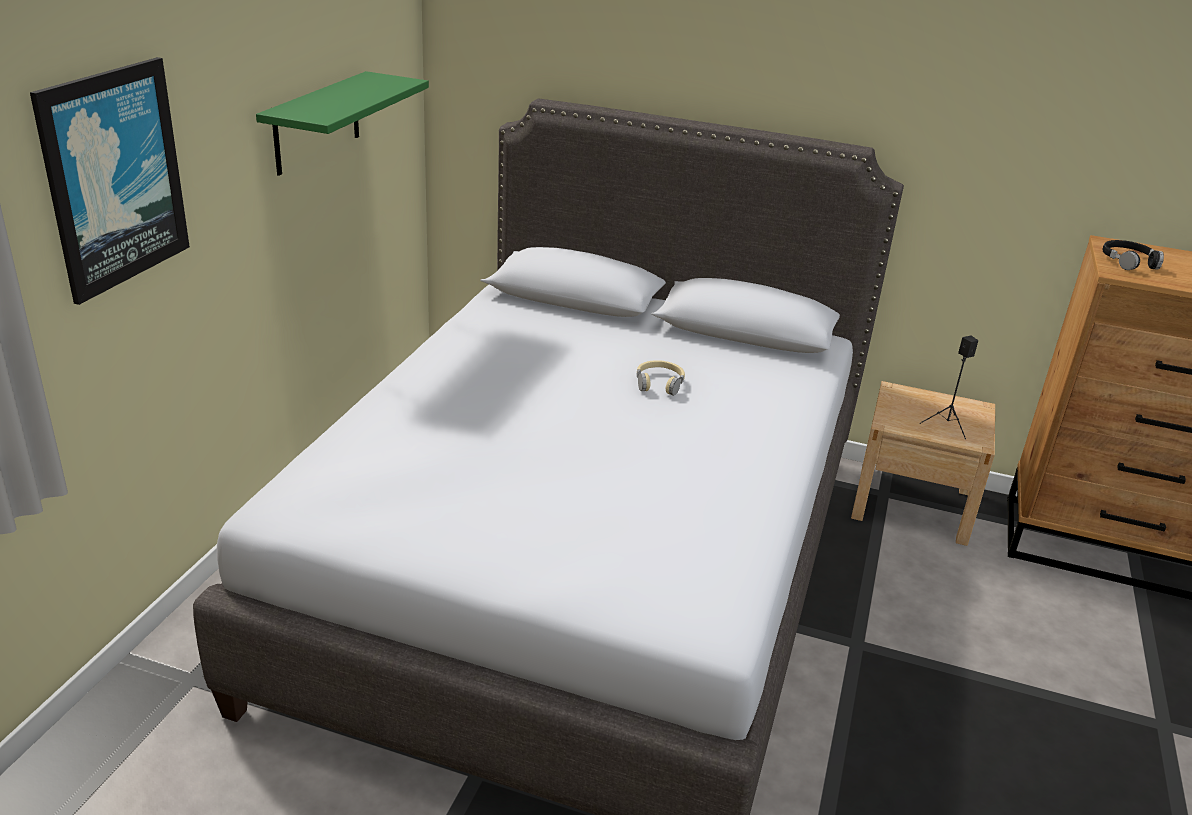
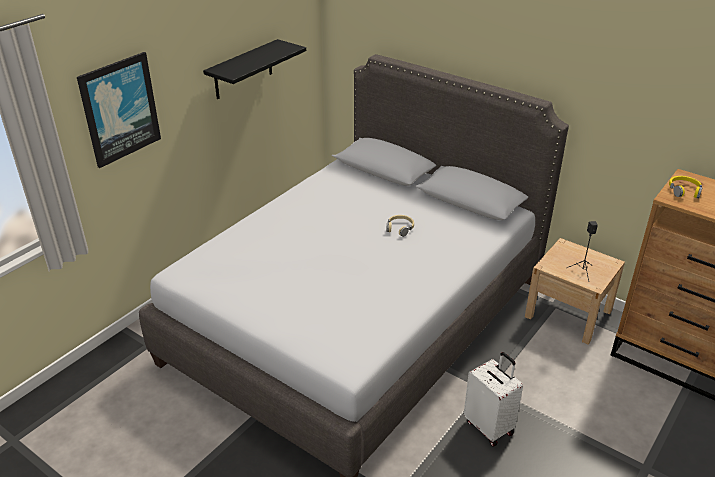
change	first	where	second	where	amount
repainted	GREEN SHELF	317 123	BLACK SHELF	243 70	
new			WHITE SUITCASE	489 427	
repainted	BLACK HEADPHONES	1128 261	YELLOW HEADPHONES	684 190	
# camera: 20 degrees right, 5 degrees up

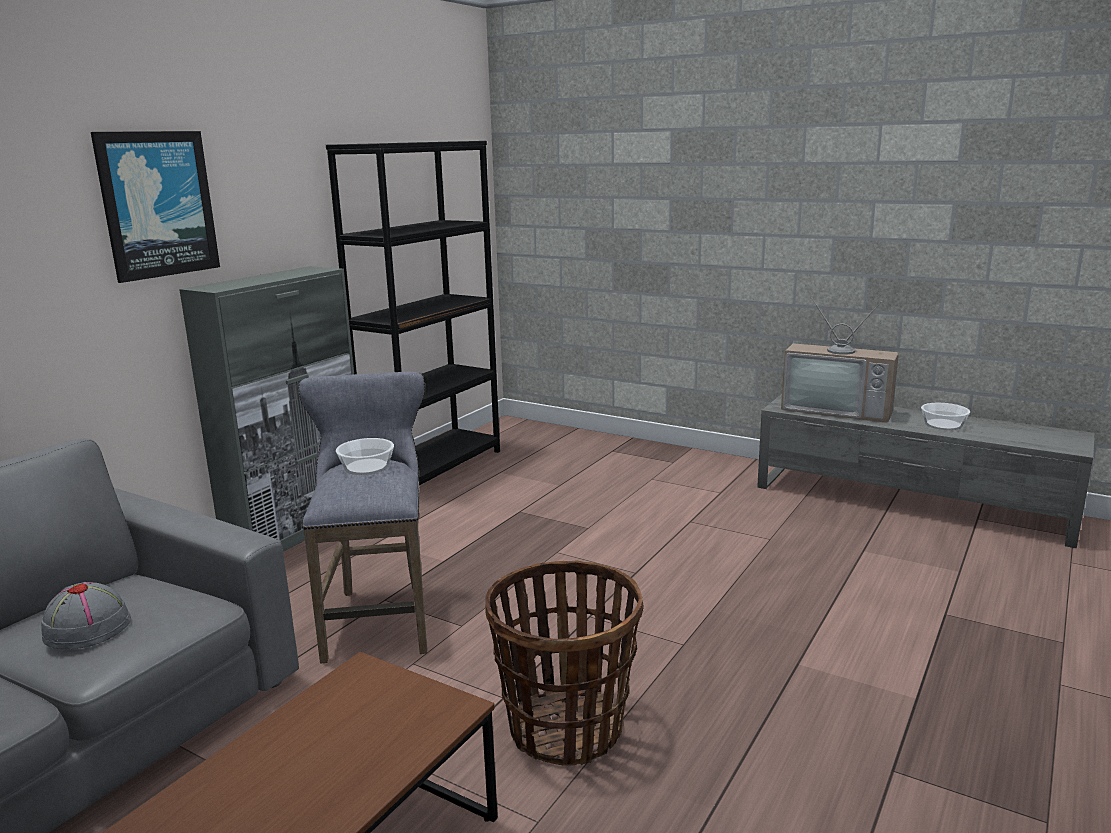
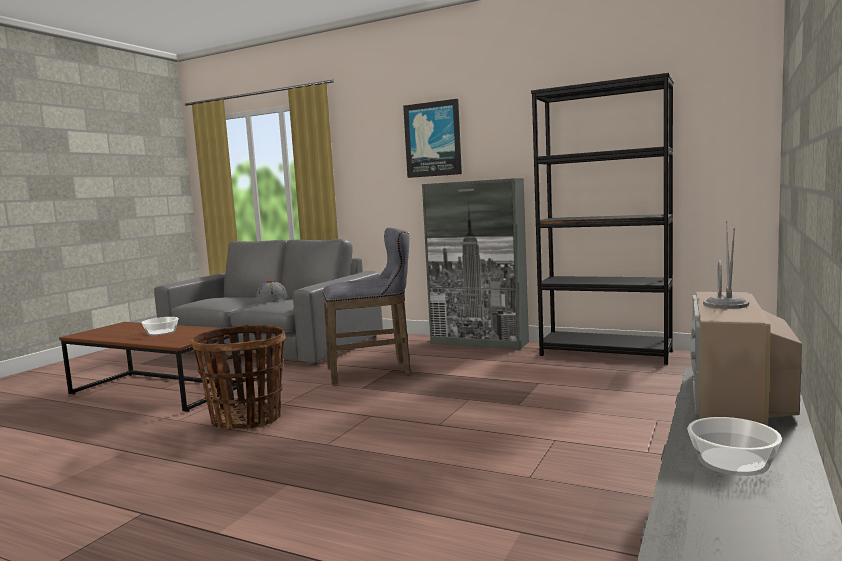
change	first	where	second	where	amount
shifted	BOWL	367 467		161 332	
# camera: 85 degrees right, 10 degrees down

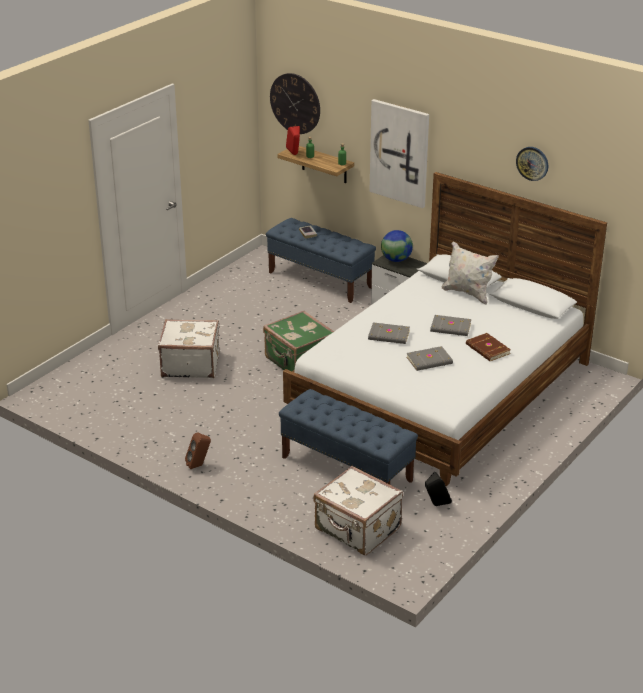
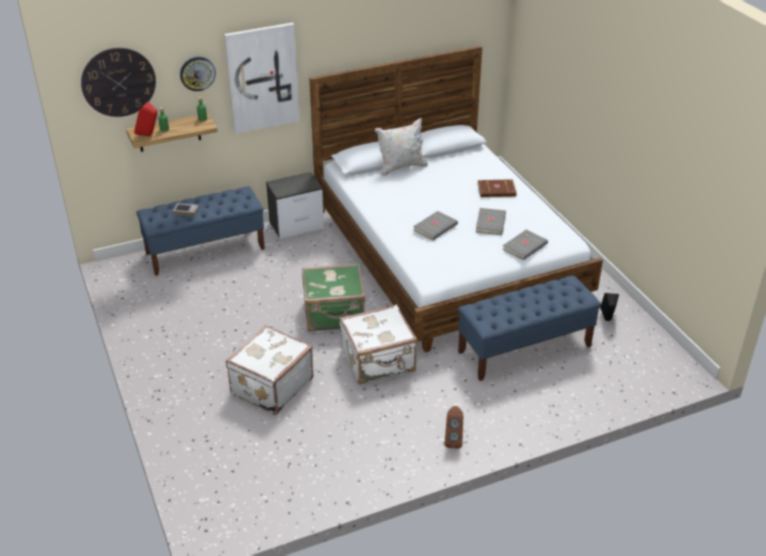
change	first	where	second	where	amount
shifted	WALL CLOCK	532 163		197 73	
shifted	WHITE SUITCASE	357 530		379 362	
shifted	GREY BOOK	450 328		525 247	
gone	GLOBE	396 260			
# camera: 60 degrees left, 5 degrees up

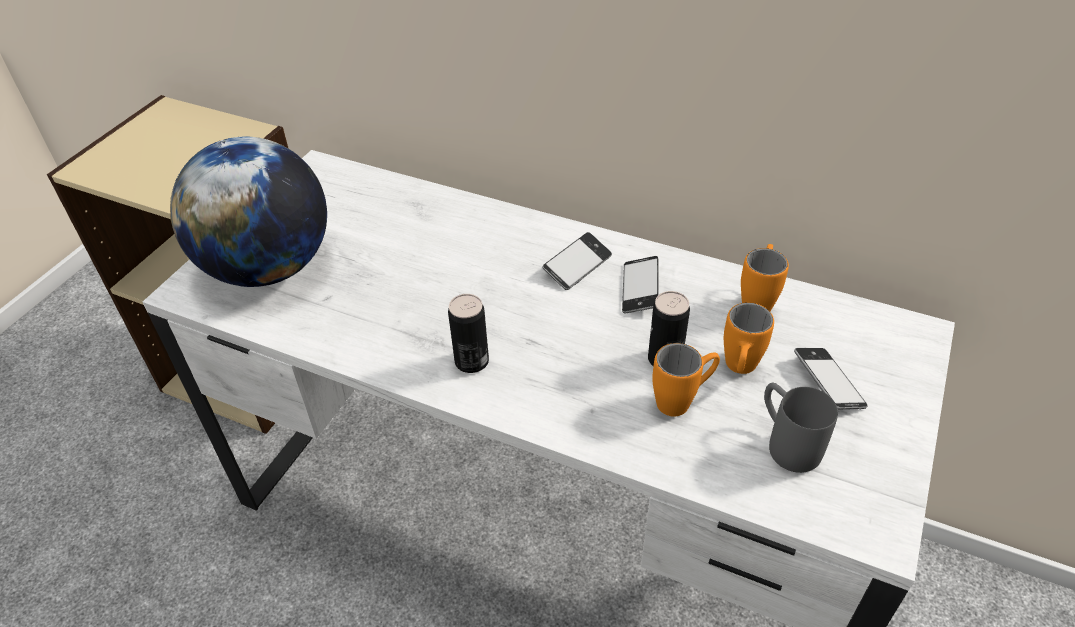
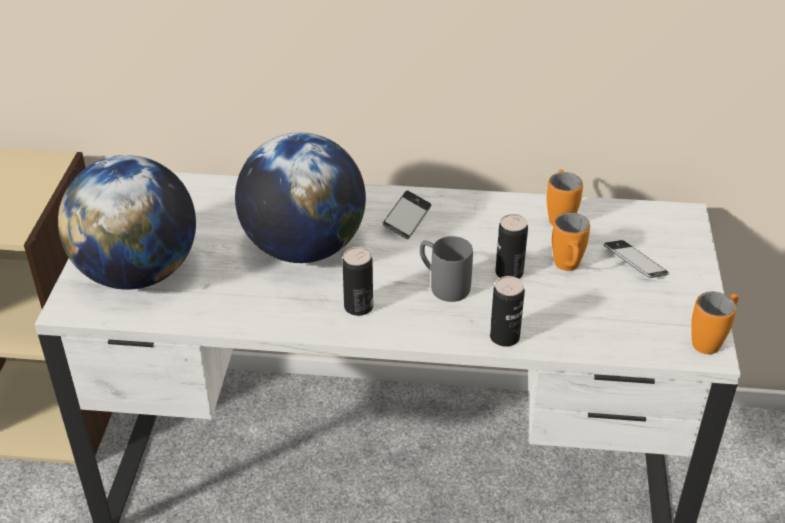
change	first	where	second	where	amount
new			GLOBE	304 248	
shifted	GREY MUG	785 442		443 285	
new			CAN	504 337	
shifted	ORANGE MUG	682 400		711 340	
gone	PHONE	640 289			
# camera: 20 degrees left, 5 degrees down

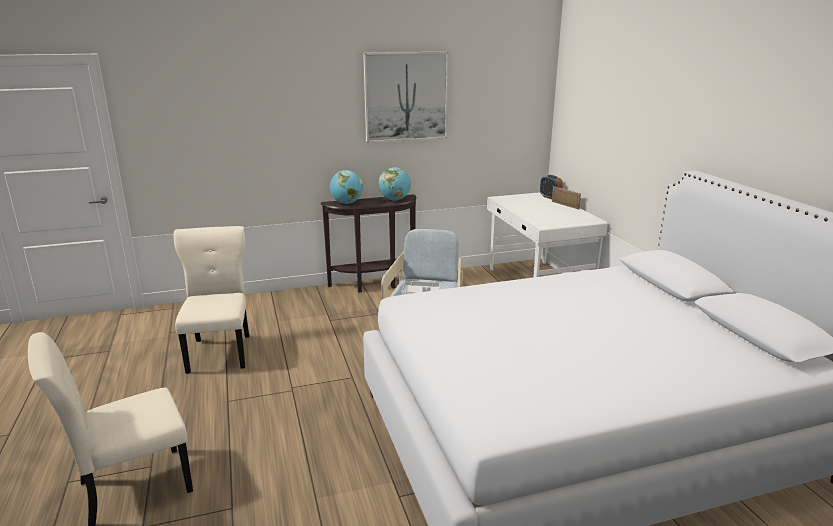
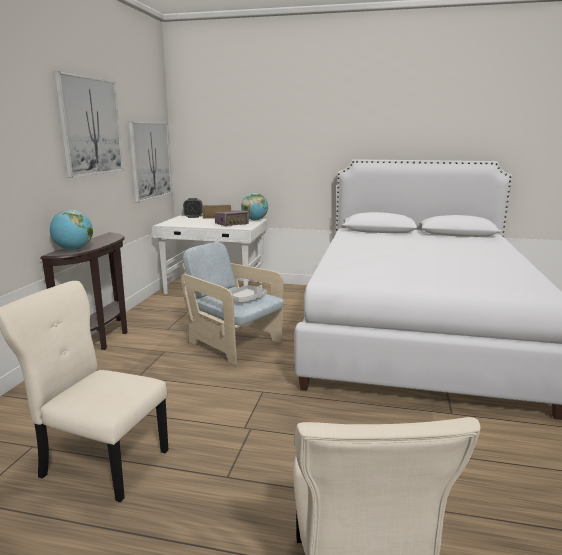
change	first	where	second	where	amount
new			PICTURE	150 160	
new			RADIO	232 224	
shifted	GLOBE	395 199		254 220	
# camera: 60 degrees left, 5 degrees down

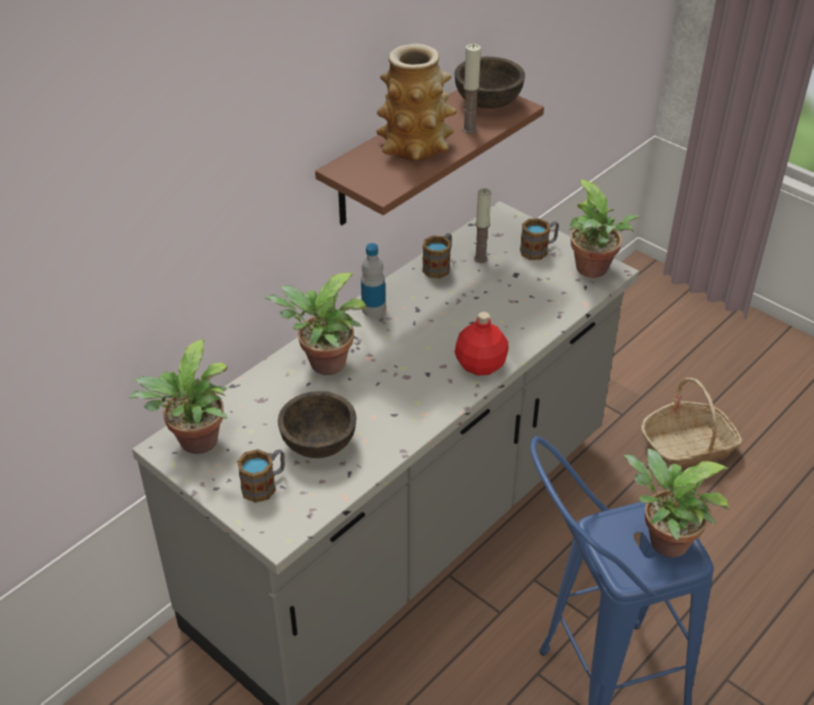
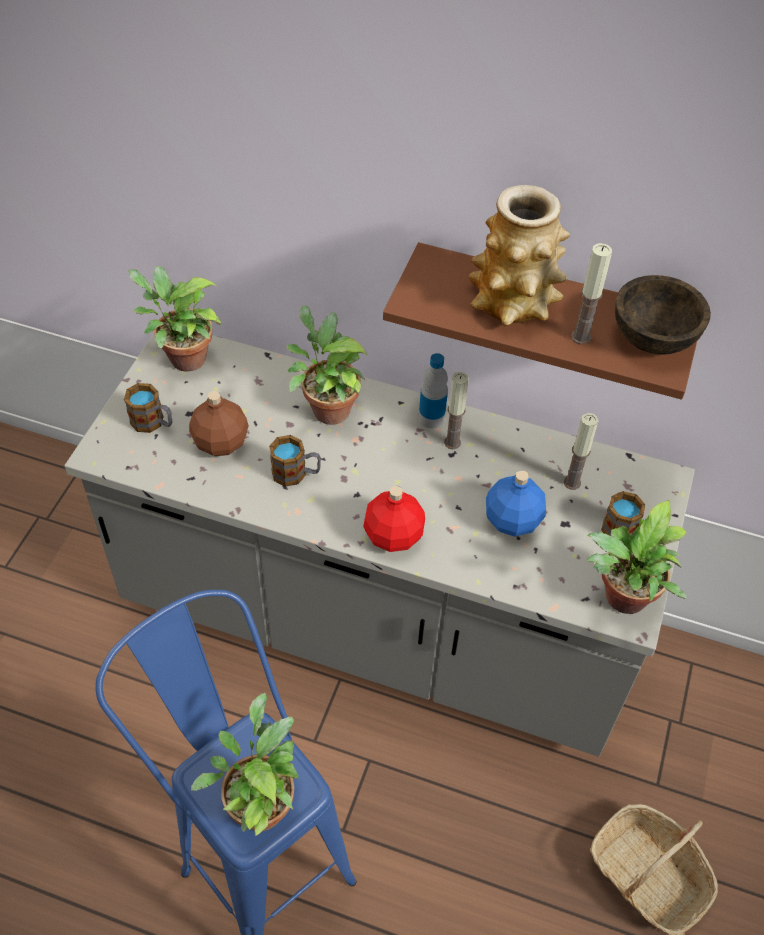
change	first	where	second	where	amount
swapped	BROWN BOWL	318 443	BROWN BOTTLE	220 442	
shifted	MUG	439 266		296 473	
new			CANDLE	452 442	
new			BLUE BOTTLE	512 521	
# camera: 65 degrees right, 10 degrees up

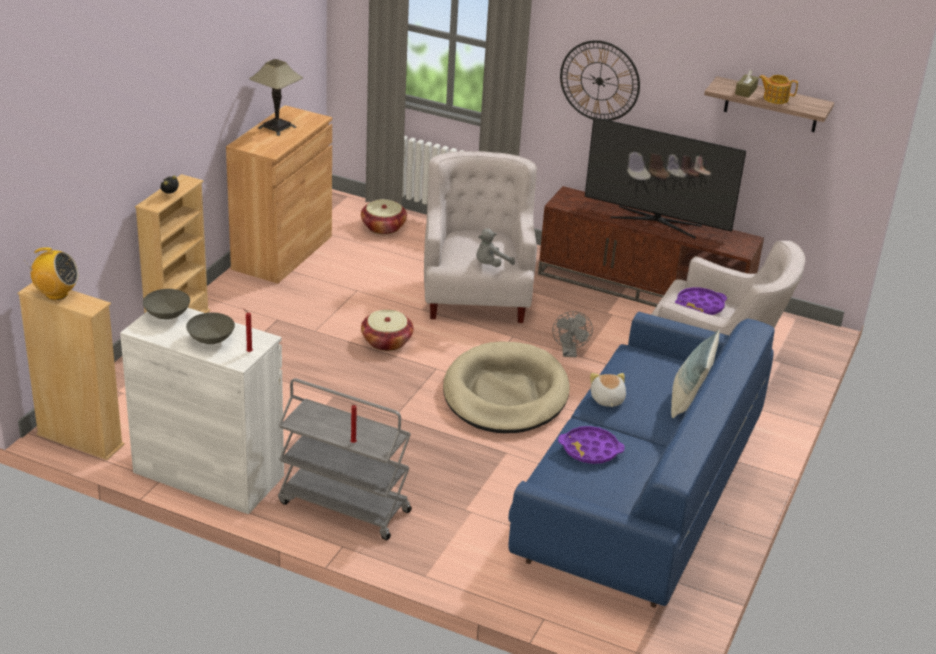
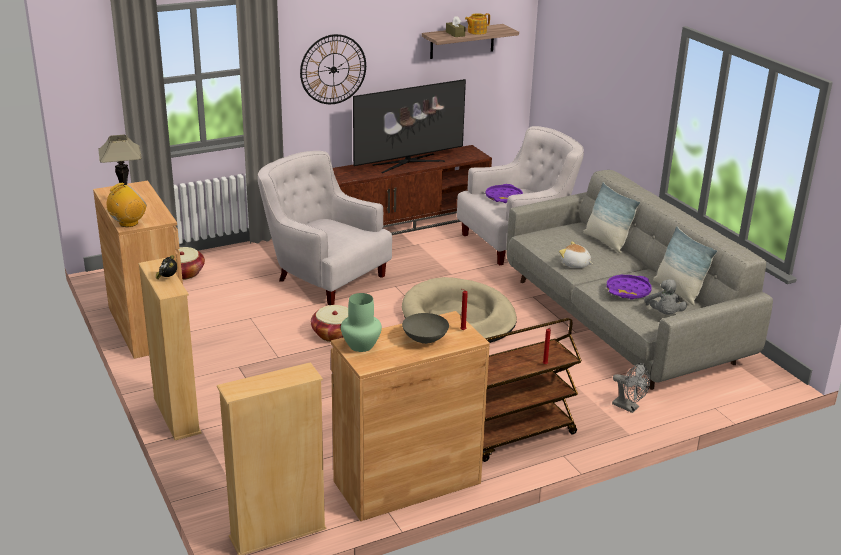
change	first	where	second	where	amount
shifted	RADIO	56 294		128 223	
repainted	WHITE CABINET	208 474	BROWN CABINET	407 482	
swapped	GREY BOWL	167 315	GREEN VASE	360 346	
repainted	GREY CART	343 507	BROWN CART	517 436	
repainted	BLUE SOFA	638 495	GREY SOFA	620 321	
shifted	GREY FAN	569 353		629 407	
shifted	GREY PLUSH TOY	491 265		664 314	
new			PILLOW	678 291	
# camera: 50 degrees left, 5 degrees down

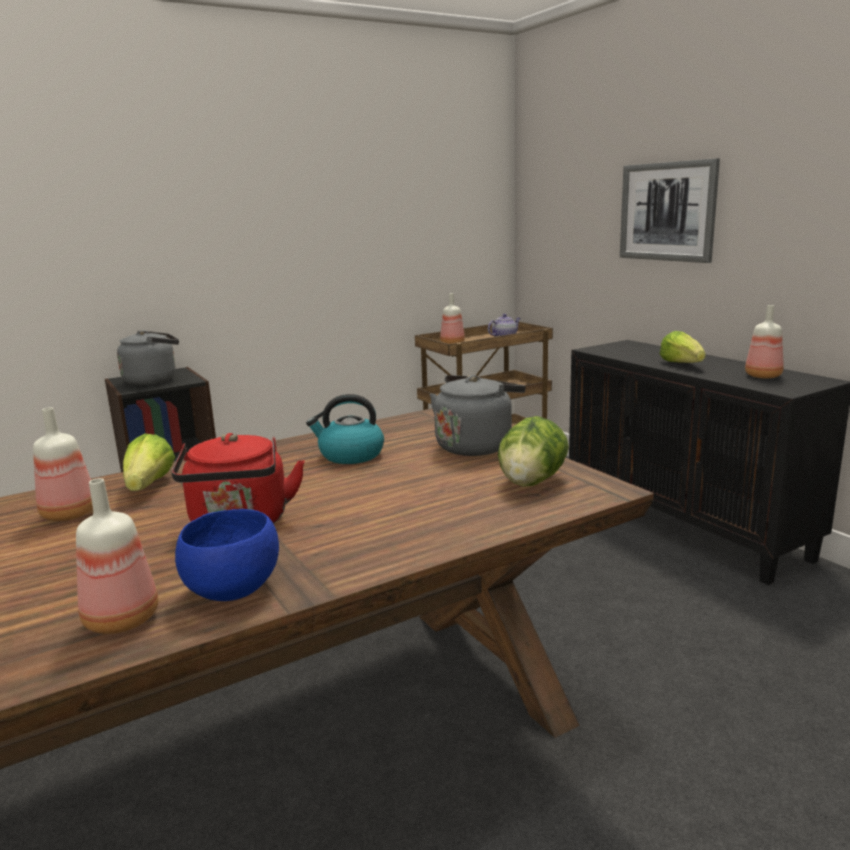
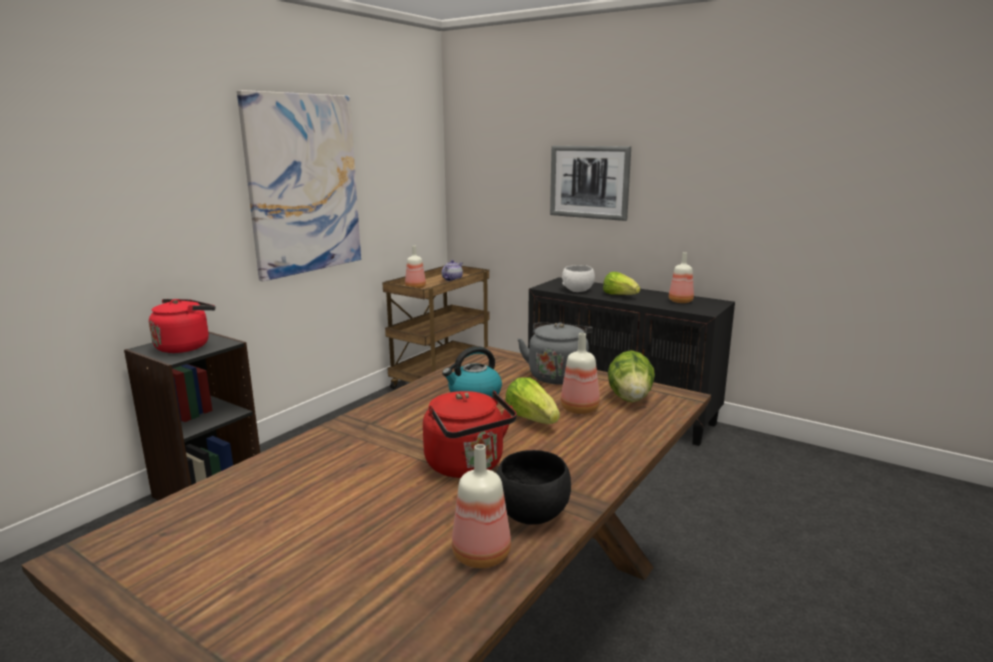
change	first	where	second	where	amount
repainted	GREY KETTLE	154 380	RED KETTLE	185 346	
new			PICTURE	304 184	
repainted	BLUE BOWL	232 590	BLACK BOWL	532 515	
shifted	LETTUCE	149 486		532 419	
shifted	BOTTLE	71 513		579 408	
new			WHITE BOWL	578 290	
# camera: 25 degrees left, 0 degrees up

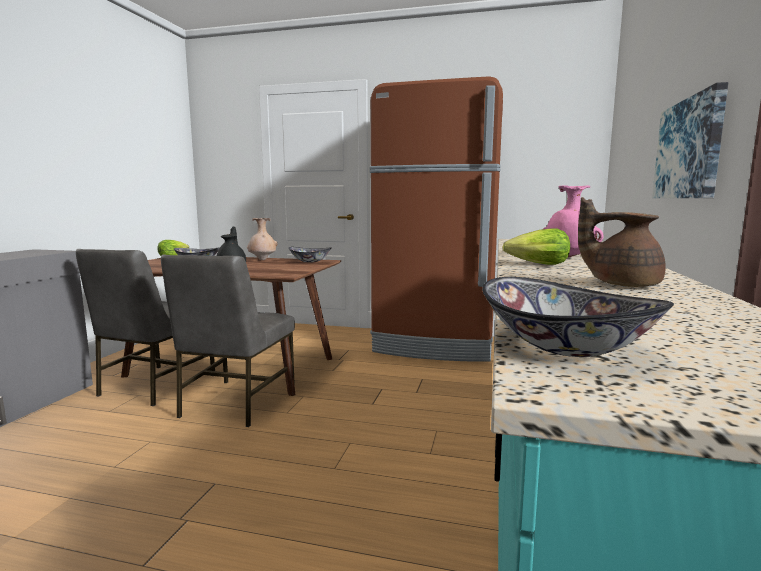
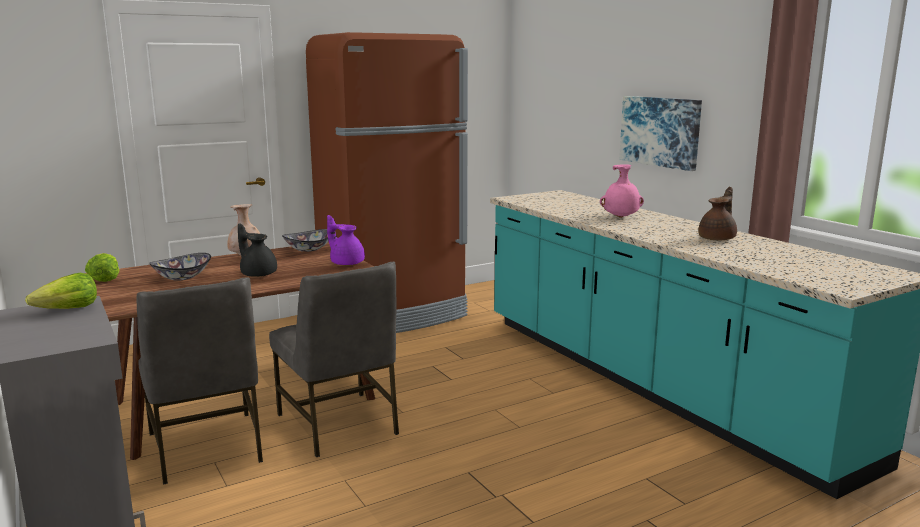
change	first	where	second	where	amount
shifted	LETTUCE	538 265		68 310	
new			PURPLE TEAPOT	346 262	
rotated	BROWN TEAPOT	621 284		718 238	150 degrees clockwise
gone	BOWL	563 347			
# camera: 45 degrees left, 5 degrees up

